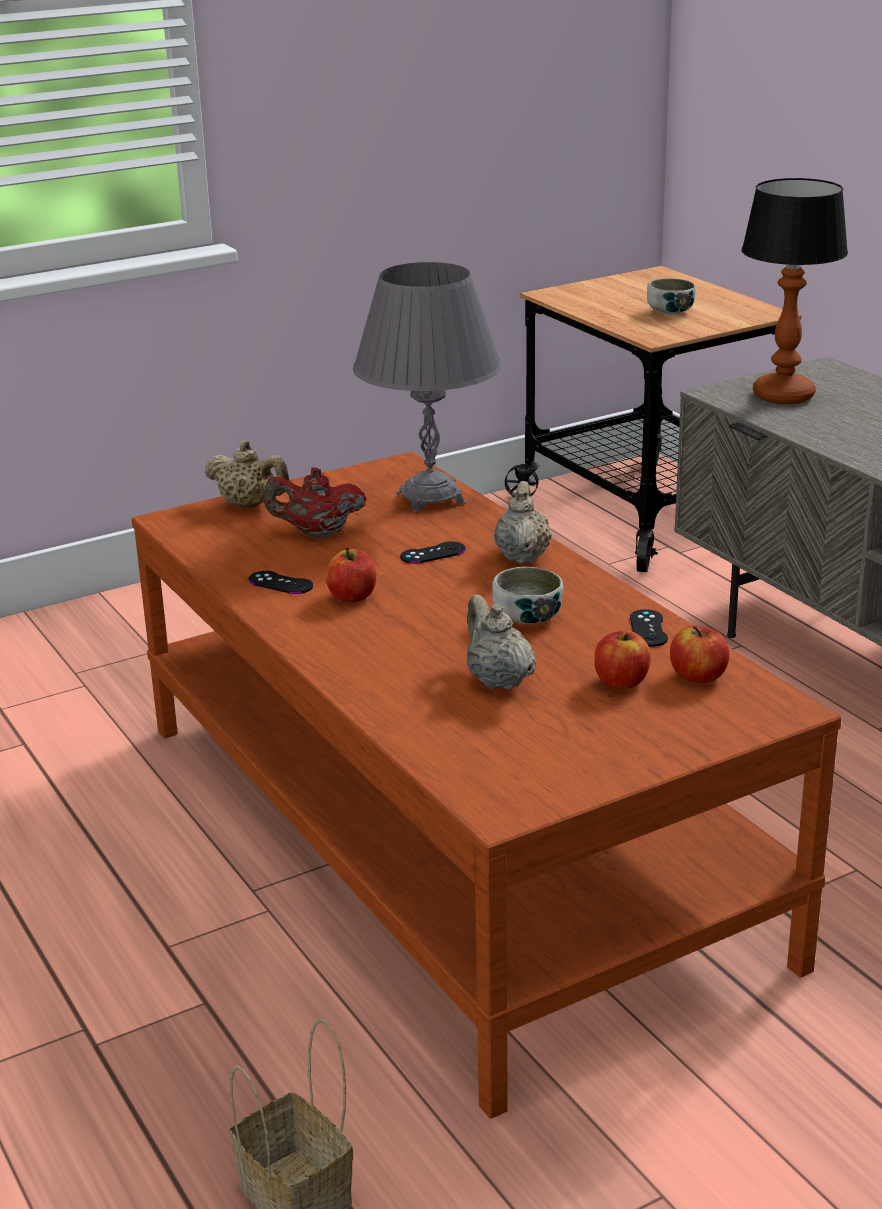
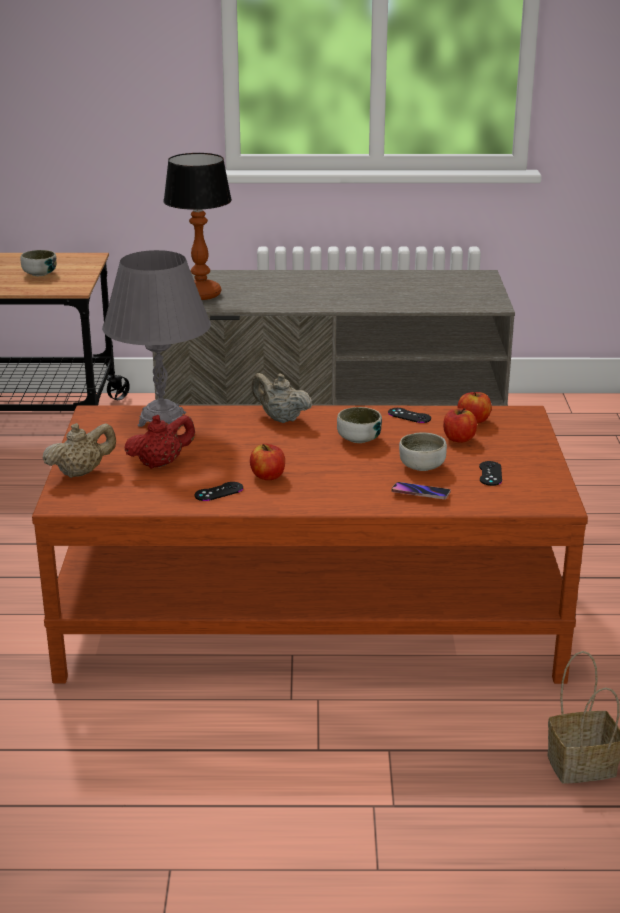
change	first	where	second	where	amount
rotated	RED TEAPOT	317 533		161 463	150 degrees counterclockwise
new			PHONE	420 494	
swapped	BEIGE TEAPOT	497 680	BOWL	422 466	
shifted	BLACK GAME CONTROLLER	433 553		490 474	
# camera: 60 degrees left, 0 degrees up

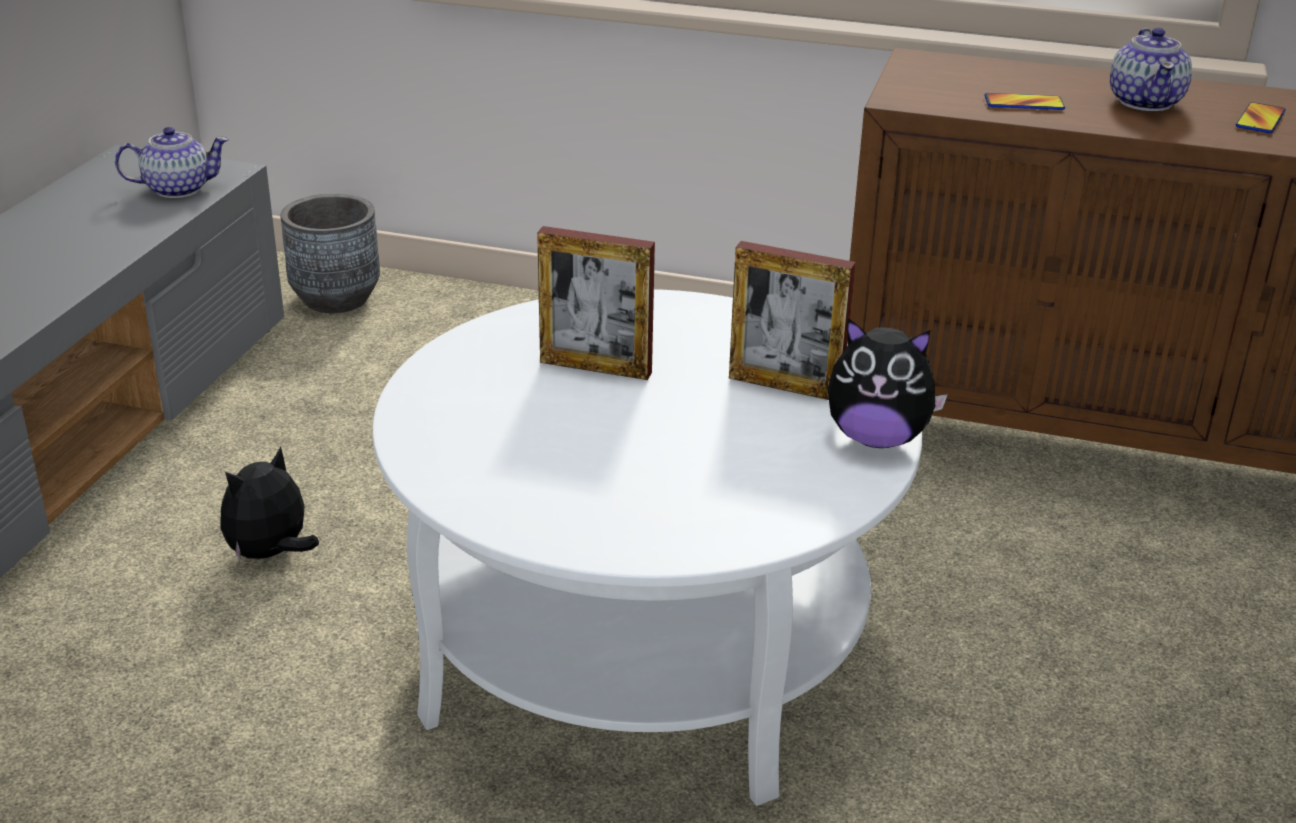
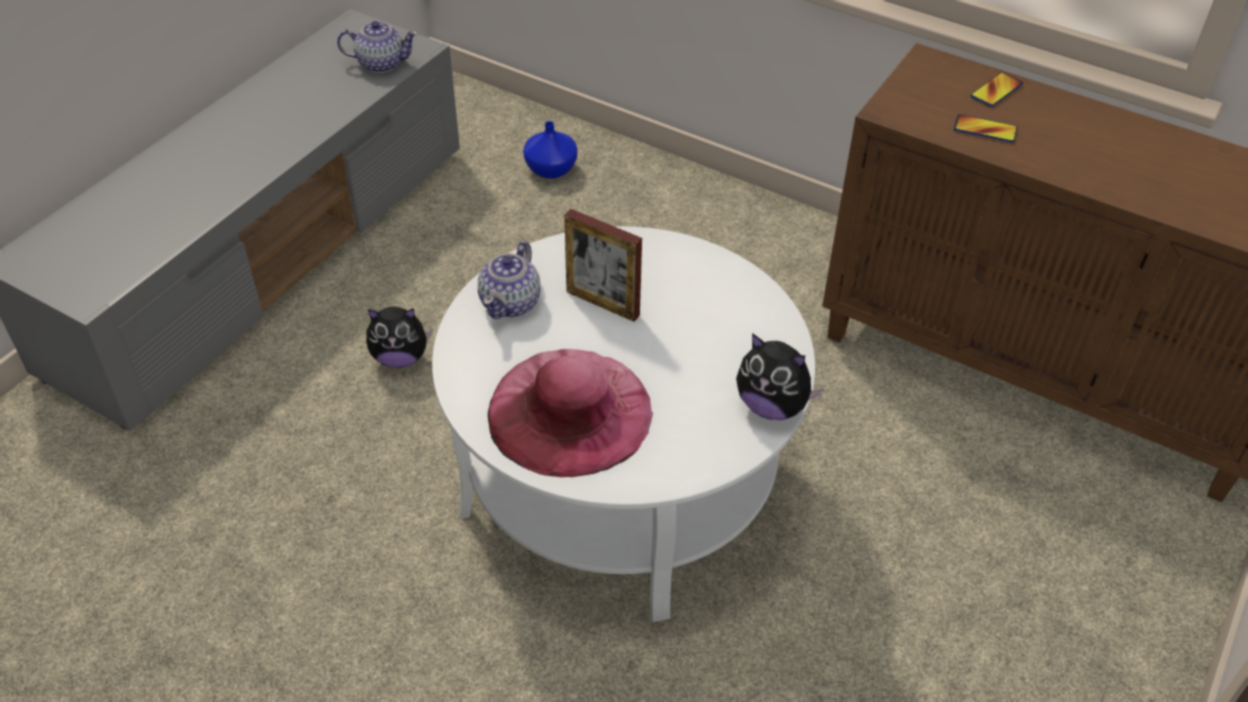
change	first	where	second	where	amount
rotated	PLUSH TOY	271 554		400 358	150 degrees counterclockwise
shifted	TEAPOT	1145 102		511 303	
new			PINK HAT	569 411	
new			BLUE VASE	551 169	
shifted	PHONE	1260 119		996 91	
gone	GREY PLANTER	336 299			
gone	PICTURE FRAME	785 386			
# camera: 15 degrees right, 15 degrees up

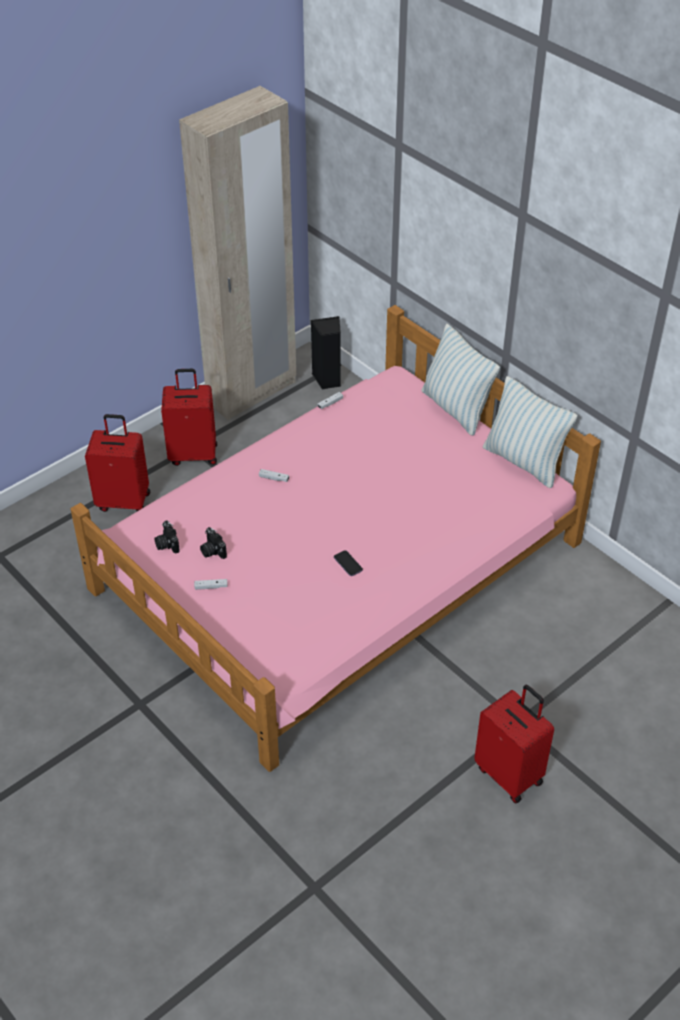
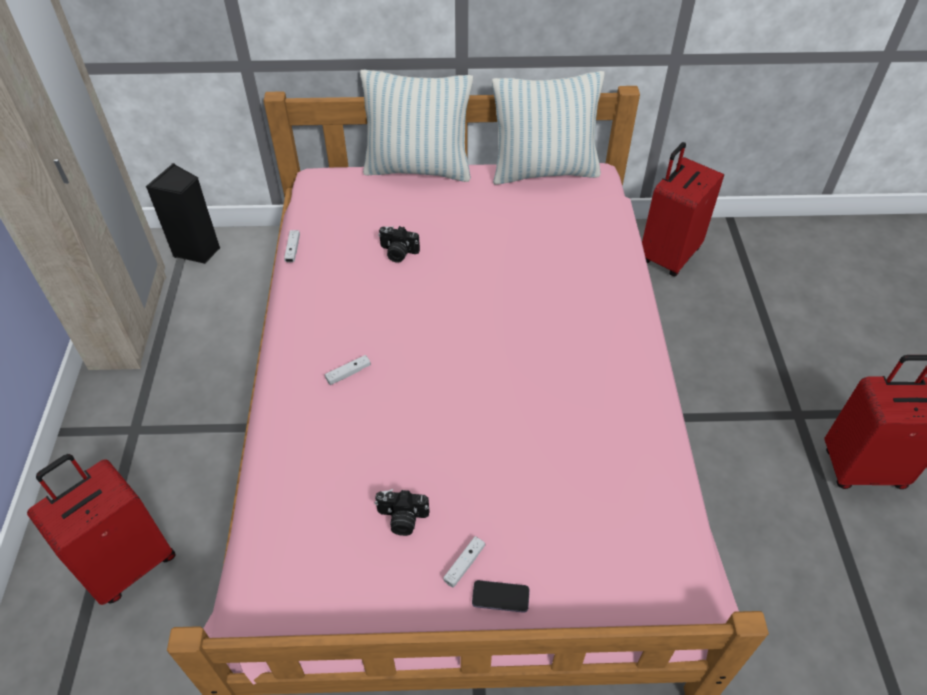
change	first	where	second	where	amount
shifted	PHOTO CAMERA	166 544		398 253	
shifted	PHONE	348 564		500 597	
shifted	RED SUITCASE	193 454		668 255	
# camera: 50 degrees left, 5 degrees up

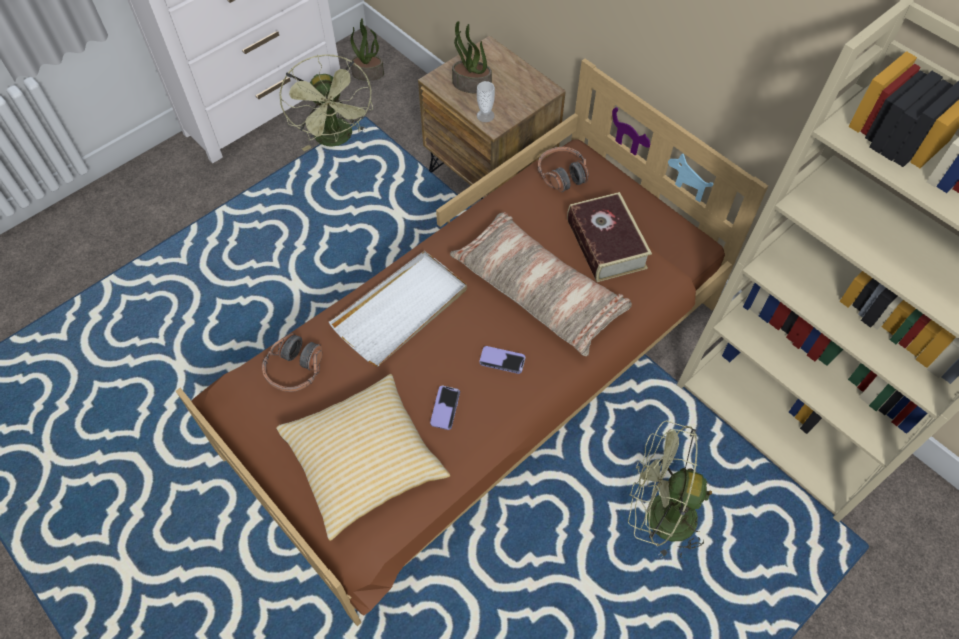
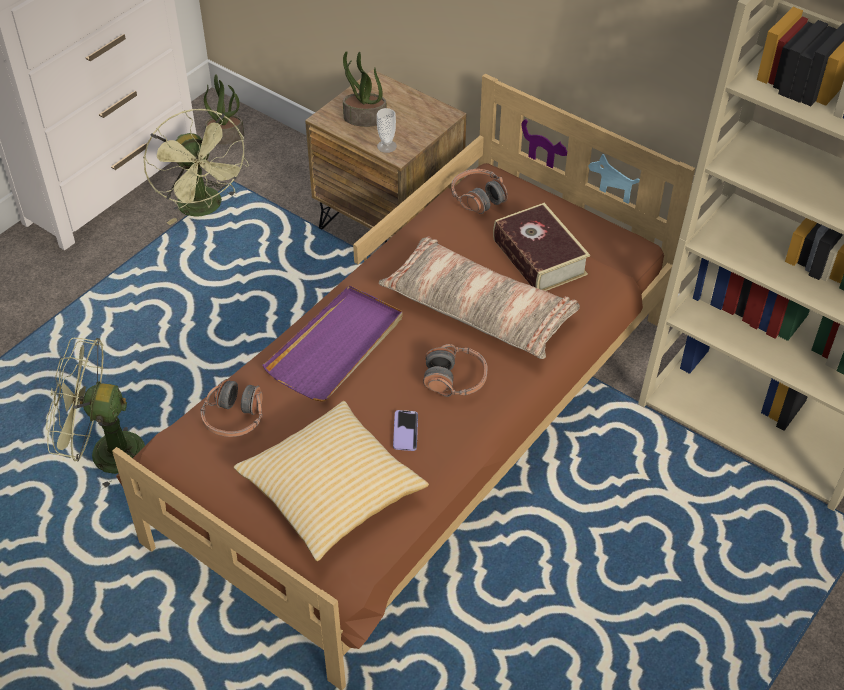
change	first	where	second	where	amount
shifted	GREEN FAN	658 516		105 454	
repainted	WHITE TRAY	401 310	PURPLE TRAY	337 346	
swapped	PHONE	502 360	HEADPHONES	455 379	
# camera: 10 degrees left, 10 degrees down

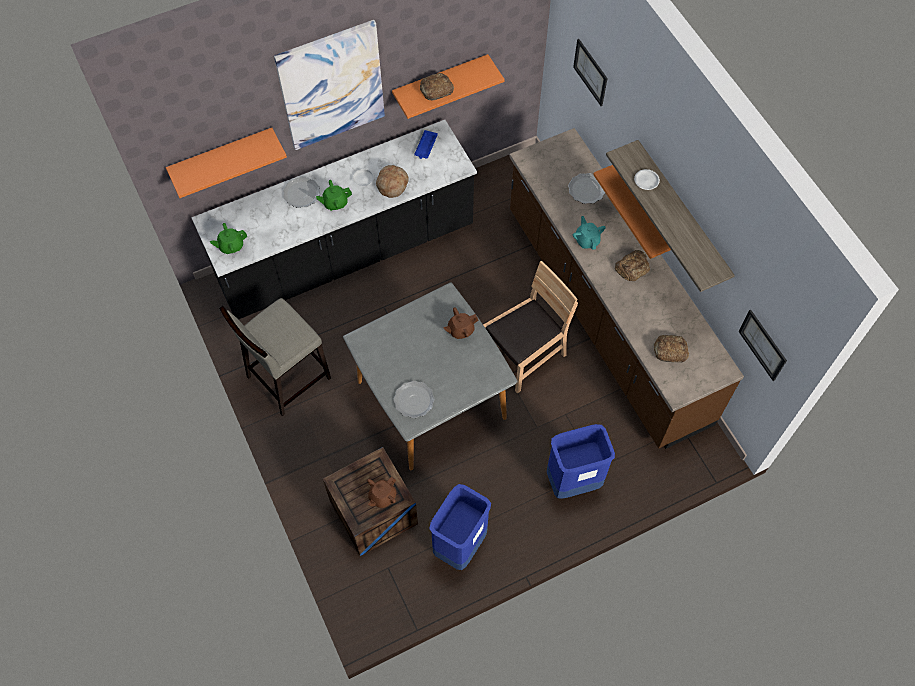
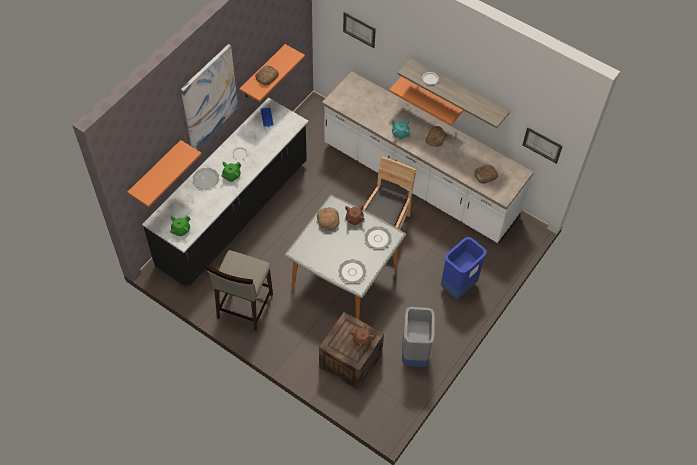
change	first	where	second	where	amount
shifted	BREAD	392 184		328 220	
repainted	BROWN COUNTER	605 316	WHITE COUNTER	419 182	
shifted	PLATE	586 189		377 238	
repainted	BLUE TRASH CAN	459 544	GREY TRASH CAN	414 353	
# camera: 30 degrees left, 5 degrees down

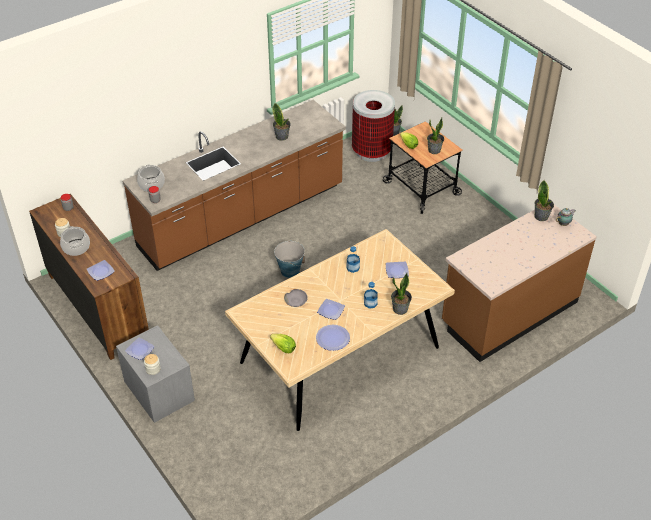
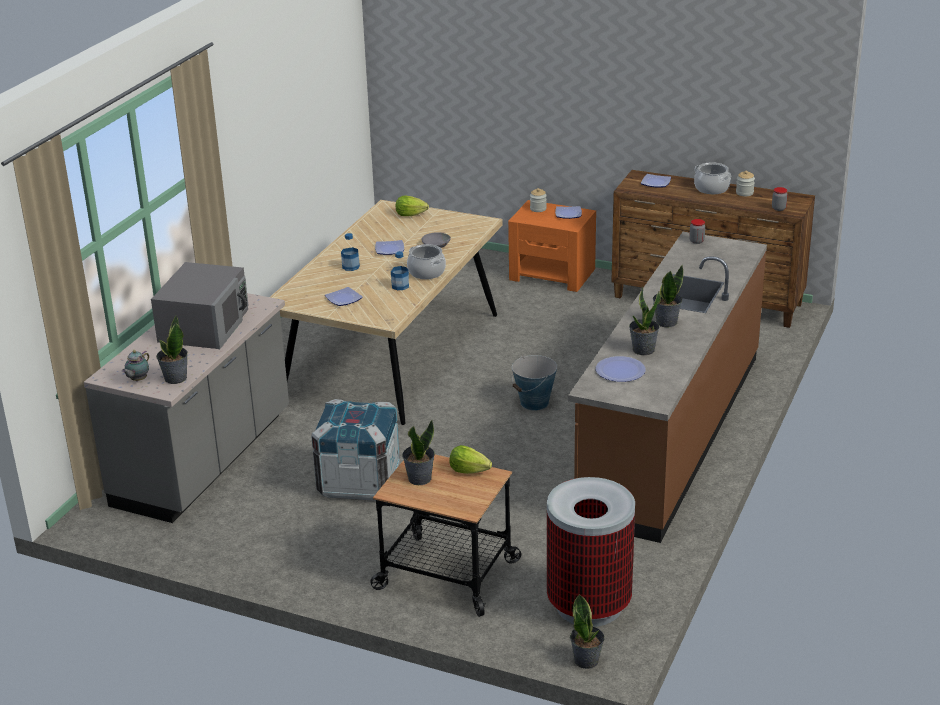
change	first	where	second	where	amount
repainted	BROWN COUNTER	508 312	GREY COUNTER	205 461	
new			GREY MICROWAVE	204 325	
new			CRATE	359 481	
shifted	COOKING POT	151 185		427 272	
repainted	GREY NIGHTSTAND	159 390	ORANGE NIGHTSTAND	552 274	
shifted	PLATE	332 338		620 370	
shifted	POTTED PLANT	400 309		666 322	
# camera: 150 degrees right, 15 degrees down

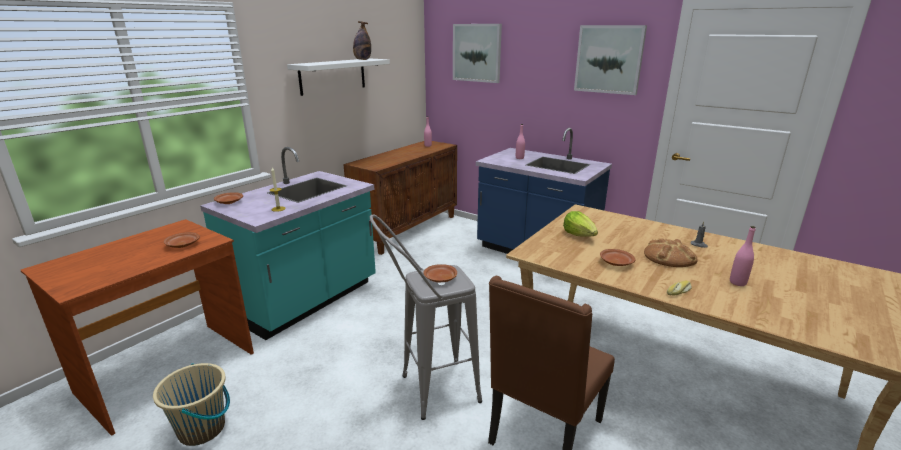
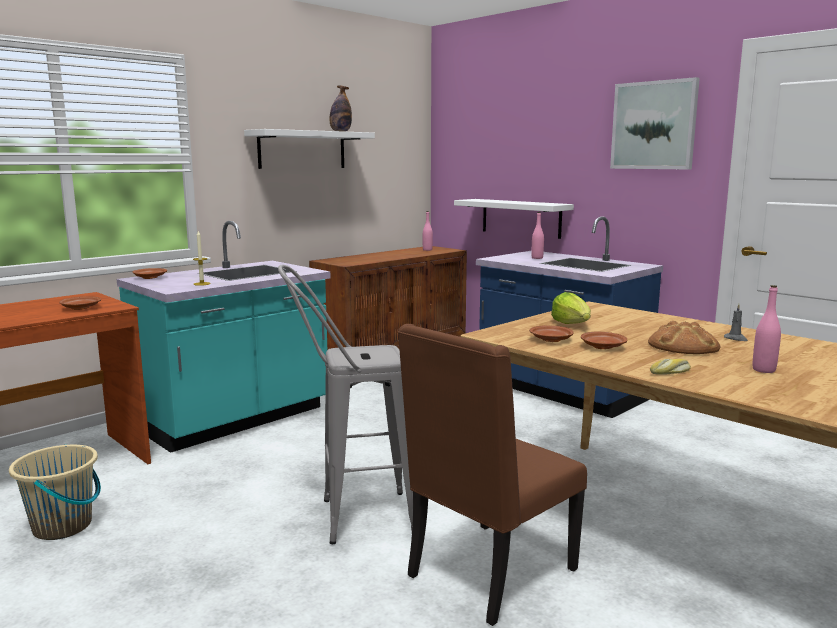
change	first	where	second	where	amount
new			WHITE SHELF	521 218	
shifted	BROWN PLATE	440 278		550 340	
gone	PICTURE	477 53			
# camera: 10 degrees right, 10 degrees down

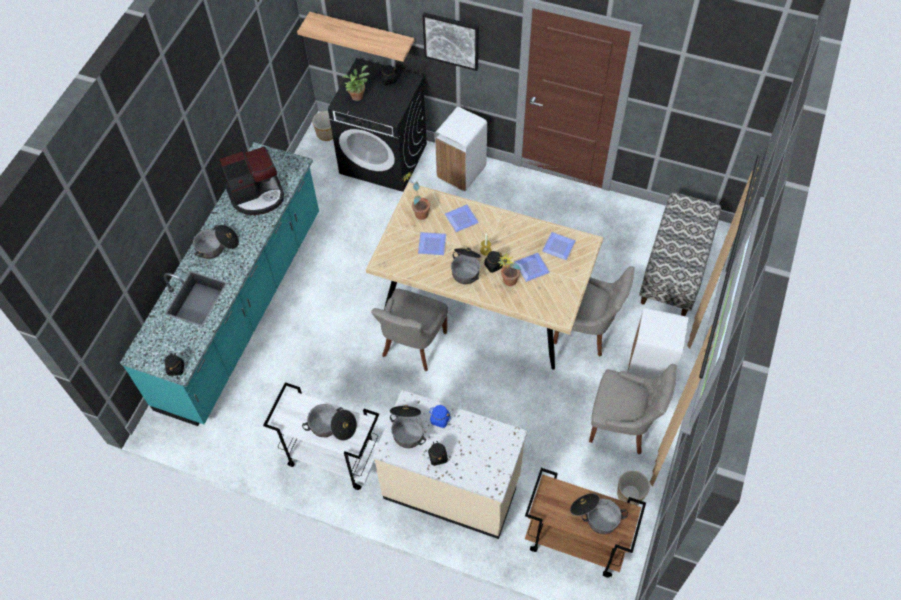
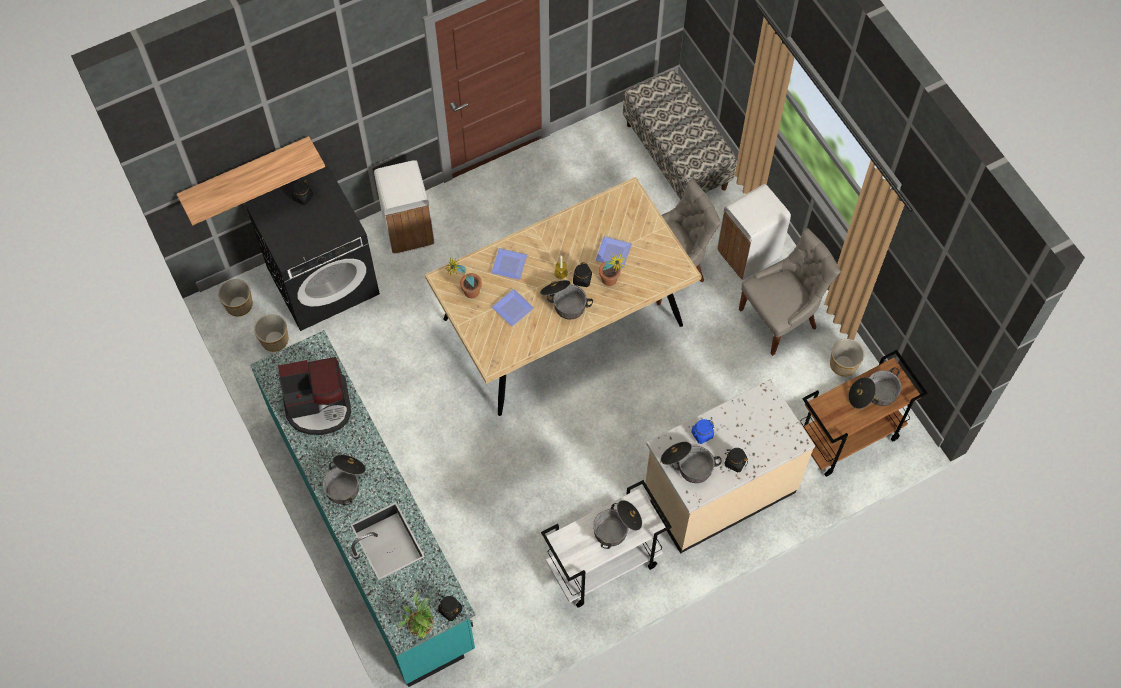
change	first	where	second	where	amount
new			PLANTER	274 339	
rotated	COFFEE MACHINE	257 195		319 406	60 degrees clockwise
shifted	POTTED PLANT	357 95		420 626	
gone	GREY CHAIR	412 345			
gone	PICTURE	451 40			
gone	PLATE	560 246			
# camera: 50 degrees left, 5 degrees up

